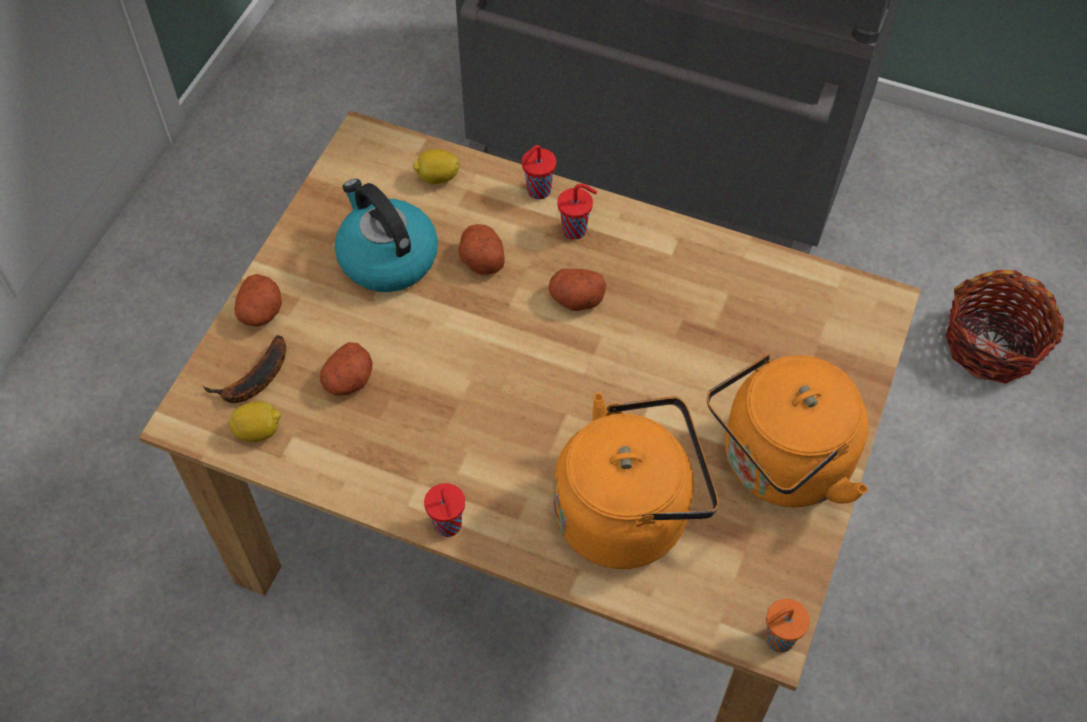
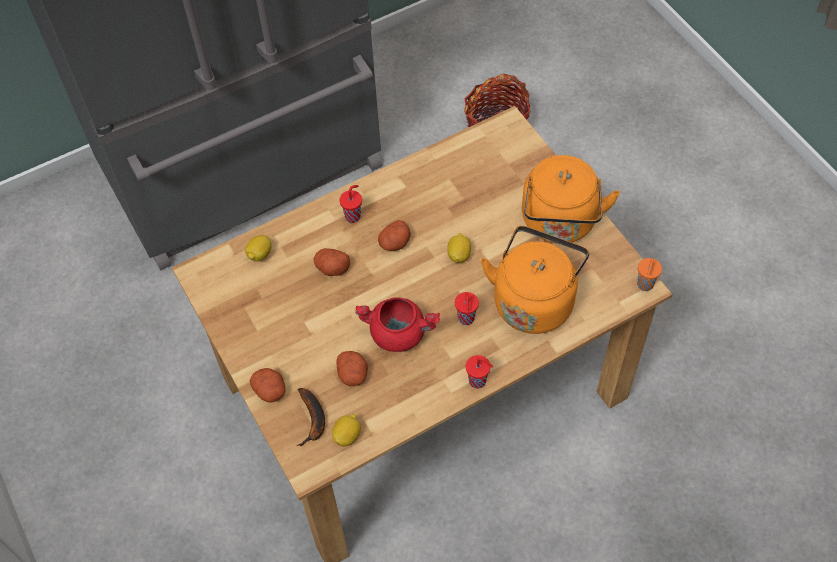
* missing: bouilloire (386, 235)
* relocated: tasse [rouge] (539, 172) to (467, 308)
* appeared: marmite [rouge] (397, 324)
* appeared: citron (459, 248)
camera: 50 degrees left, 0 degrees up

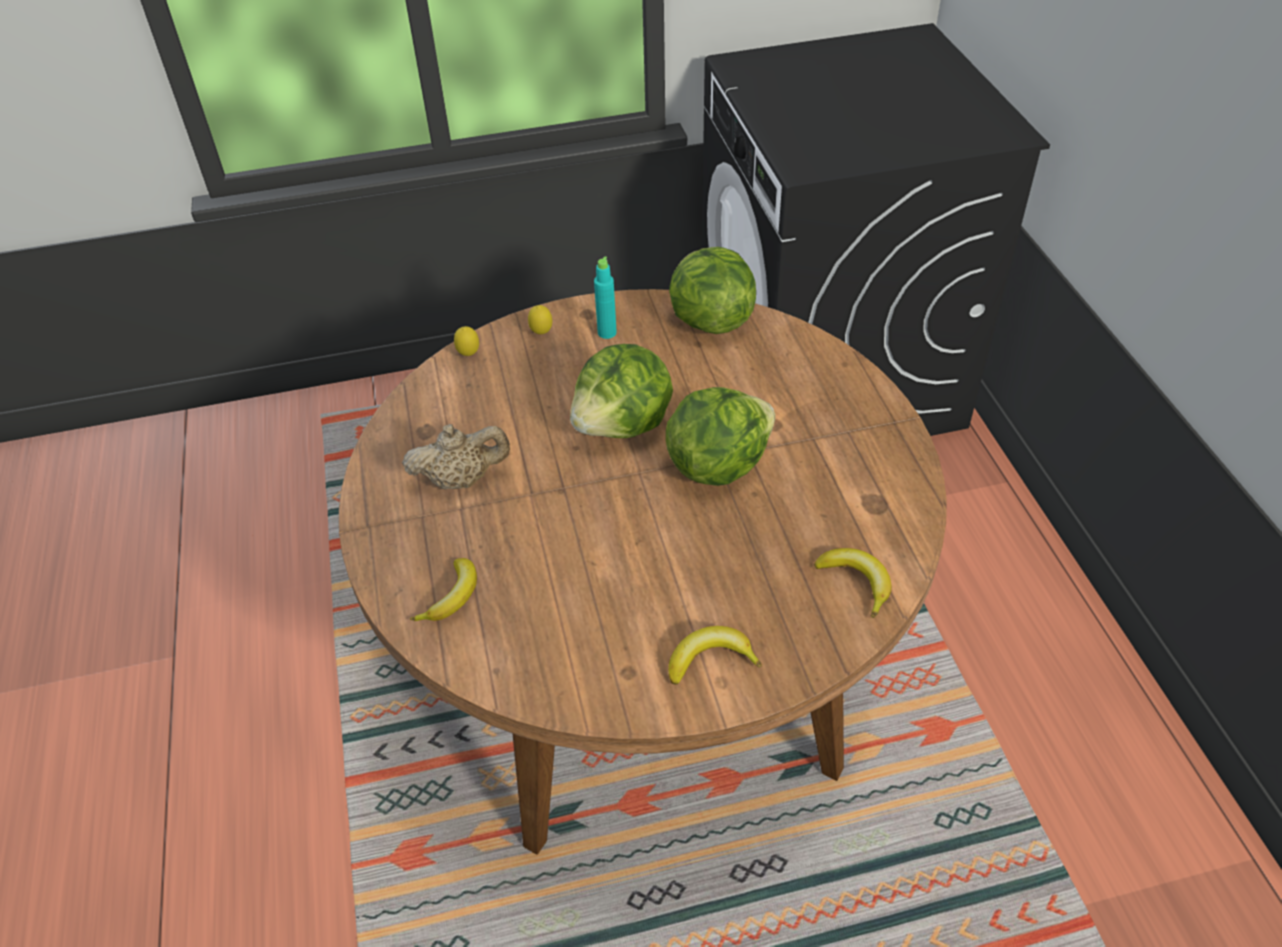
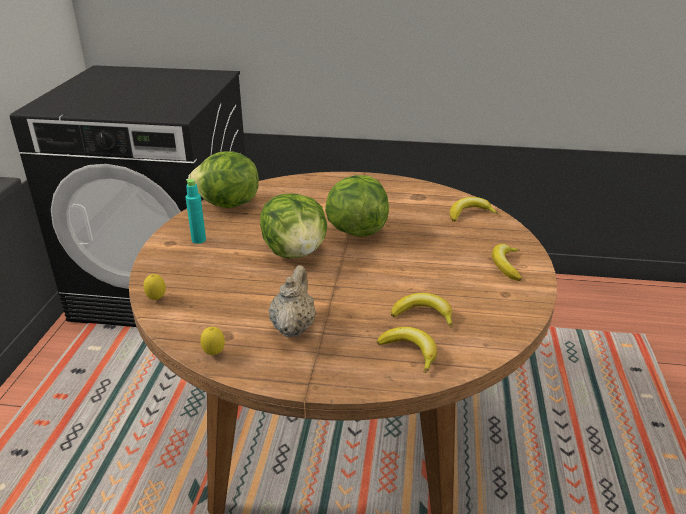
* relocated: citron (540, 319) to (212, 341)
* appeared: banane (422, 310)
camera: 70 degrees left, 15 degrees down

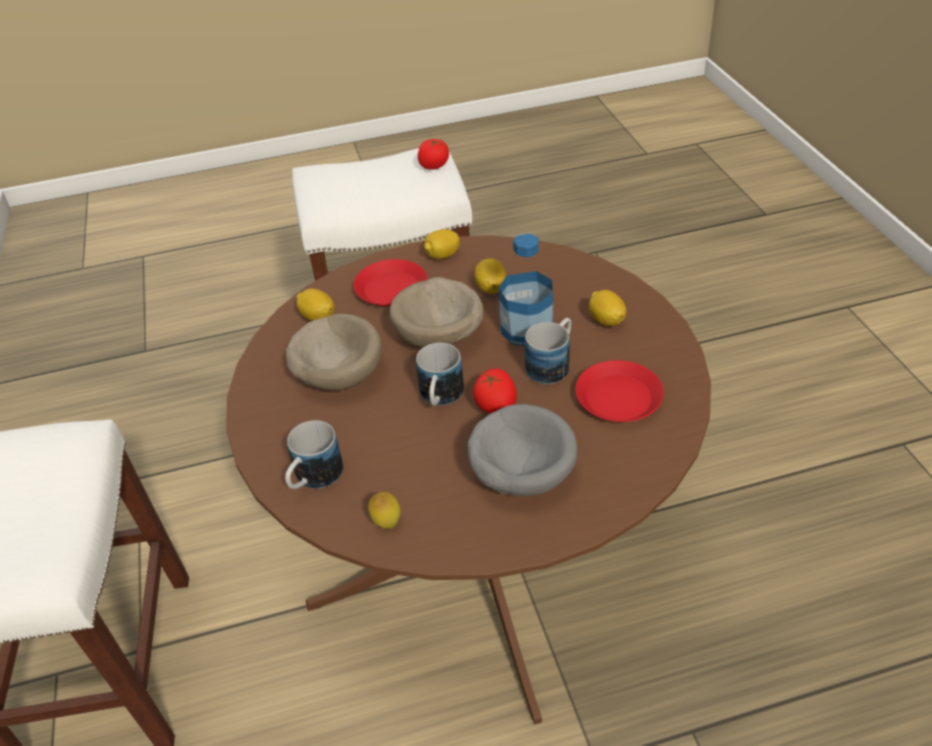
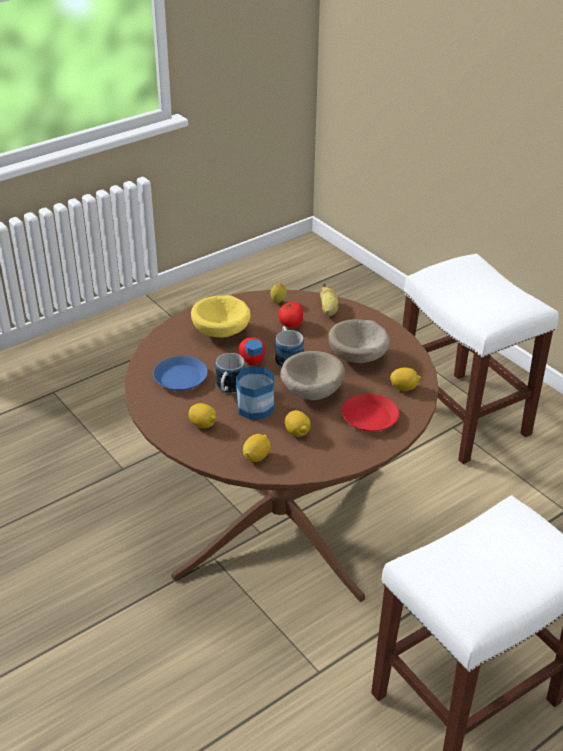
* exchanged: mug (314, 454) to banane (329, 299)
* relocated: tomate (433, 154) to (290, 315)
* relocated: citron (442, 244) to (257, 448)
* colour: bol [gris] (522, 450) to bol [jaune] (221, 316)
* colour: assiette [rouge] (619, 391) to assiette [bleu] (180, 373)
camera: 155 degrees right, 5 degrees down

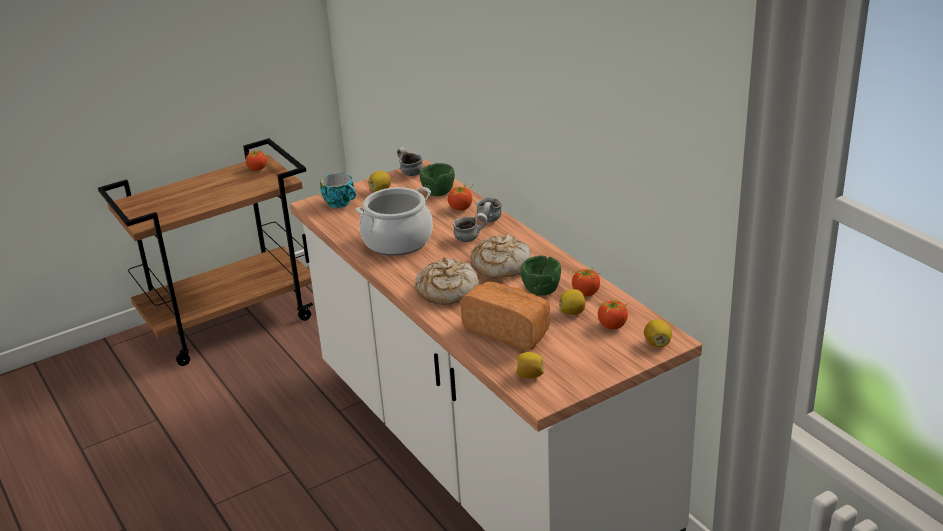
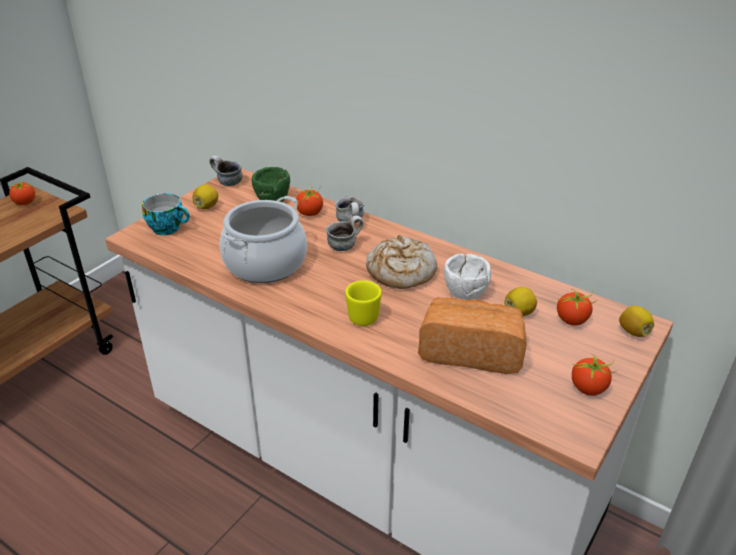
* exchanged: pain (447, 281) to mug [jaune] (363, 303)
* missing: citron (530, 365)
* colour: bol [vert] (541, 276) to bol [blanc] (467, 277)
* relocated: tomate (587, 282) to (594, 374)
camera: 25 degrees left, 5 degrees up

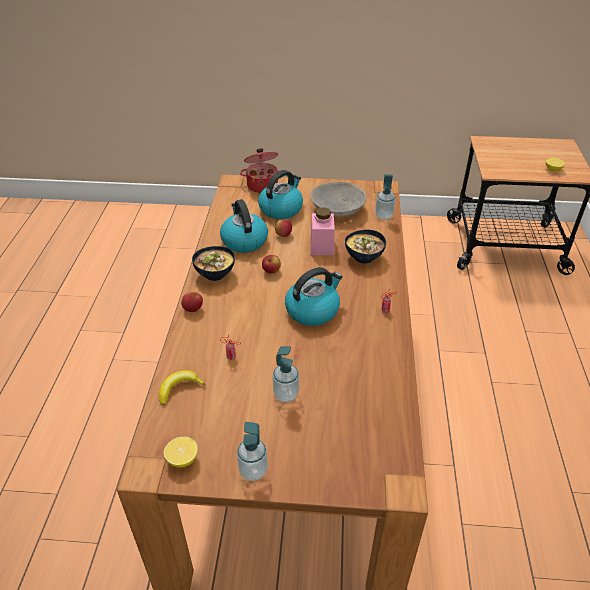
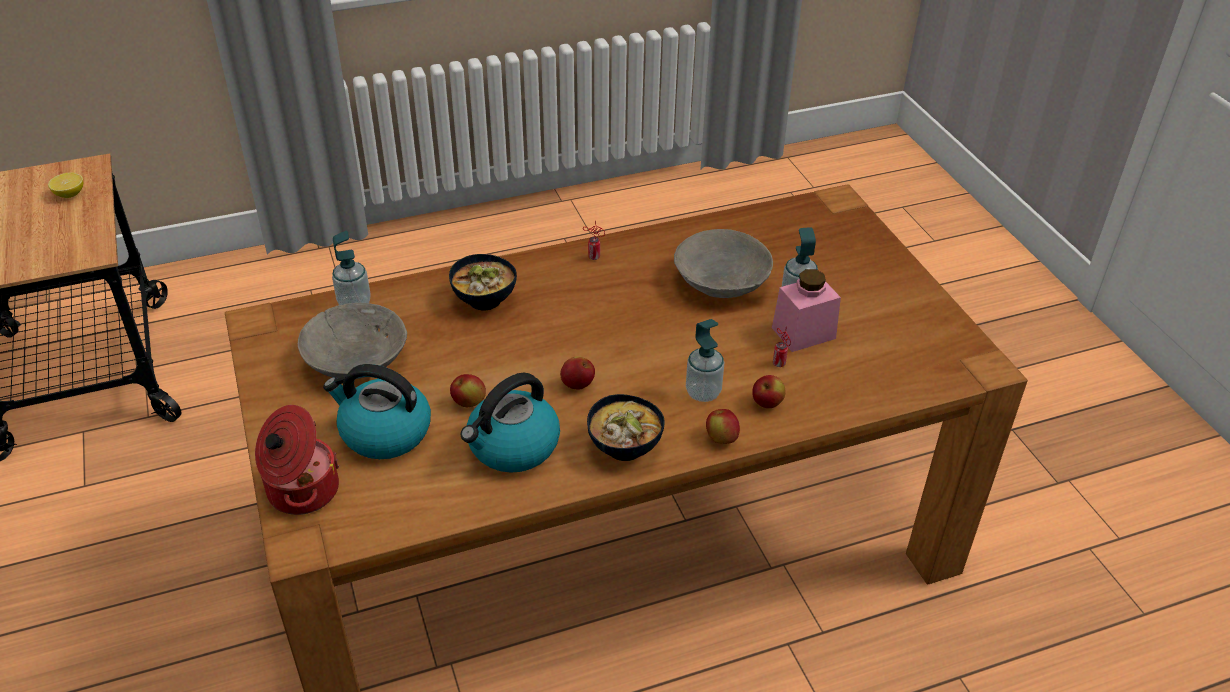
* missing: banane (182, 387)
* missing: citron (181, 452)
* relocated: distributeur de savon (252, 451) to (705, 360)
* missing: bouilloire (314, 296)
* relocated: bocal [rose] (323, 231) to (806, 310)
* appeared: bol [gris] (723, 263)
* appeared: pomme (769, 391)
camera: 115 degrees left, 0 degrees up

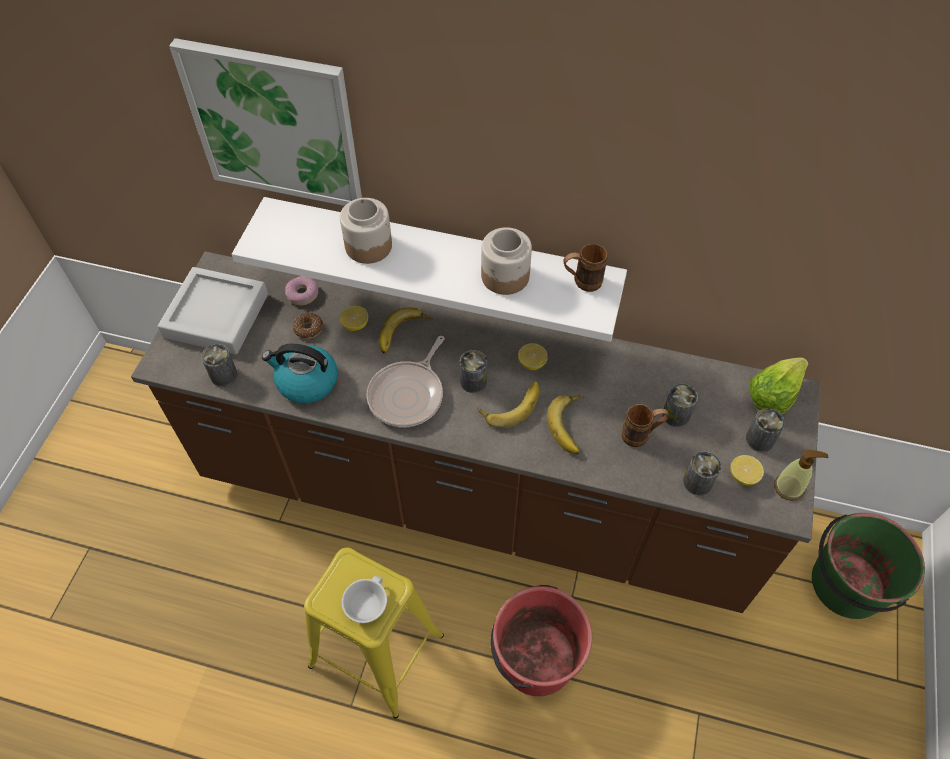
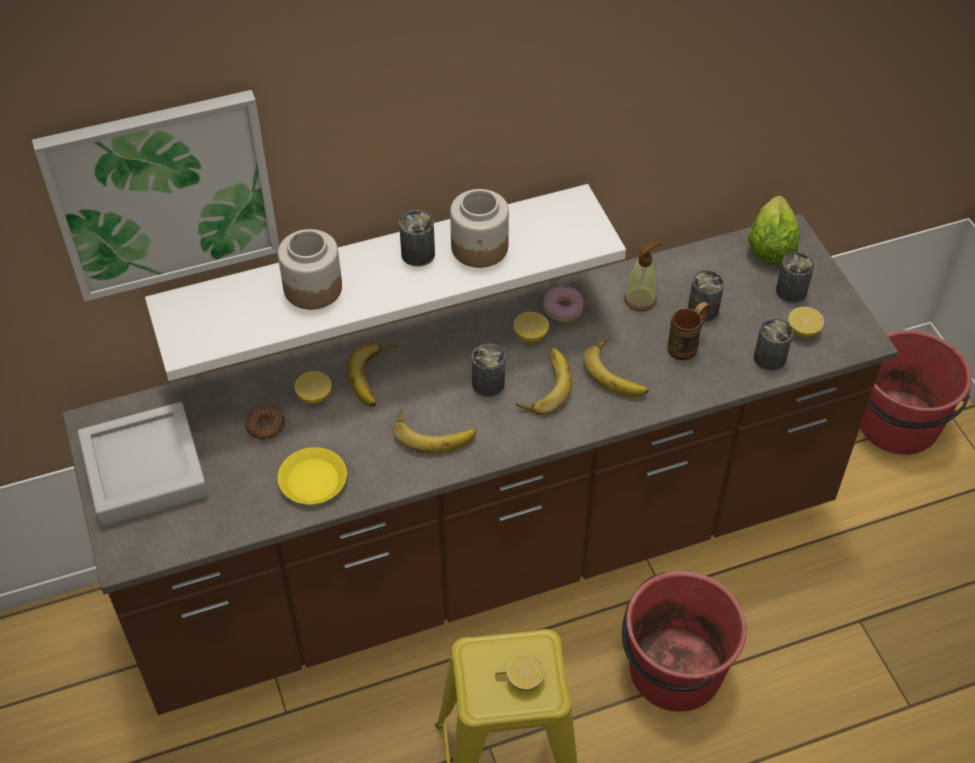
* relocated: boîte métallique (219, 365) to (417, 238)
* exchanged: bouilloire (300, 373) to assiette [jaune] (312, 476)
* relocated: beignet (301, 290) to (563, 304)
* exchanged: tasse [blanc] (364, 599) to citron (525, 672)
* exchanged: poêle (405, 381) to banane (434, 431)
* missing: mug [marron] (585, 268)
* relocated: distributeur de savon (801, 475) to (643, 276)
* colour: seau [vert] (868, 566) to seau [rouge] (916, 392)
camera: 35 degrees left, 5 degrees down

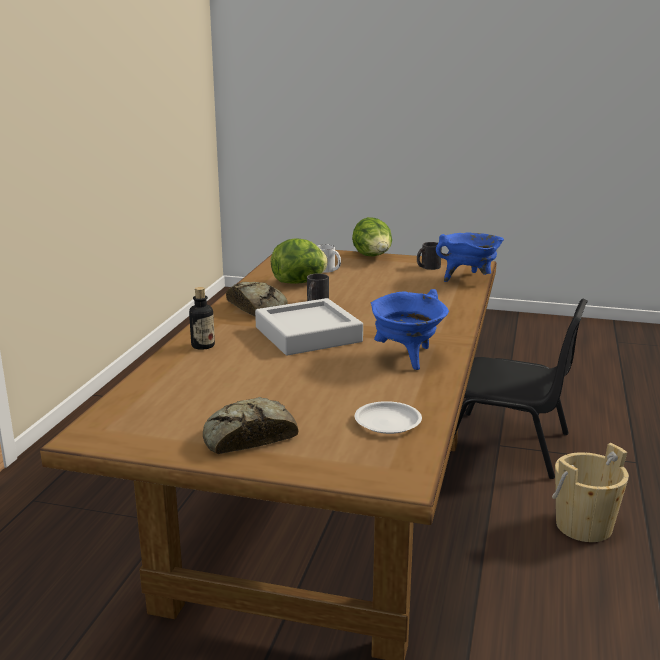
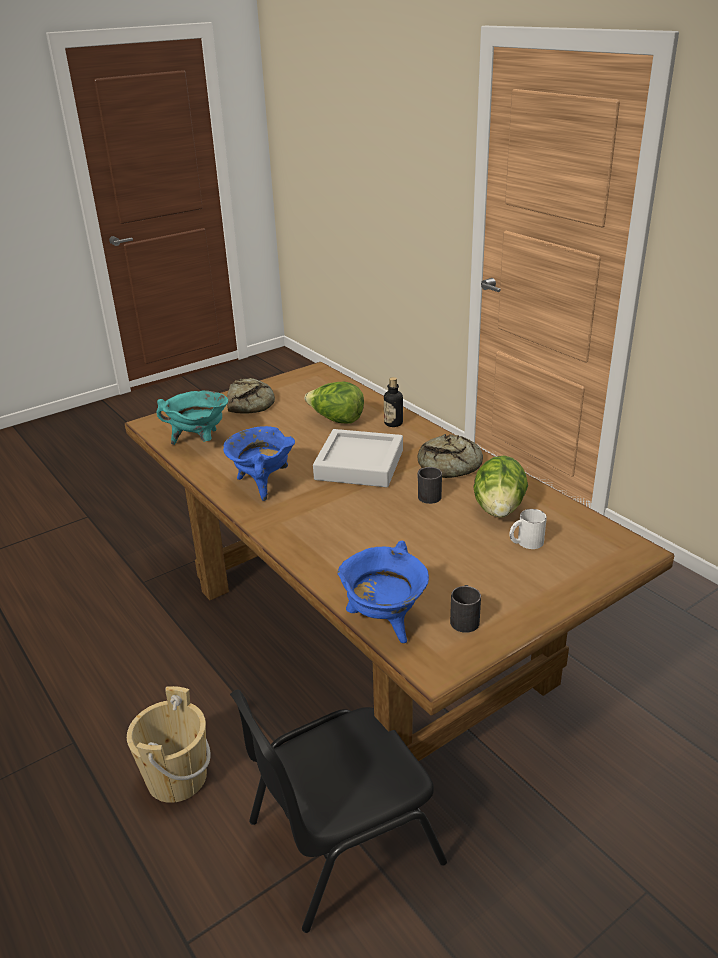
* relocated: laitue (372, 237) to (334, 403)
* exchanged: assiette [blanc] (388, 417) to marmite [turquoise] (192, 418)
camera: 130 degrees right, 10 degrees up

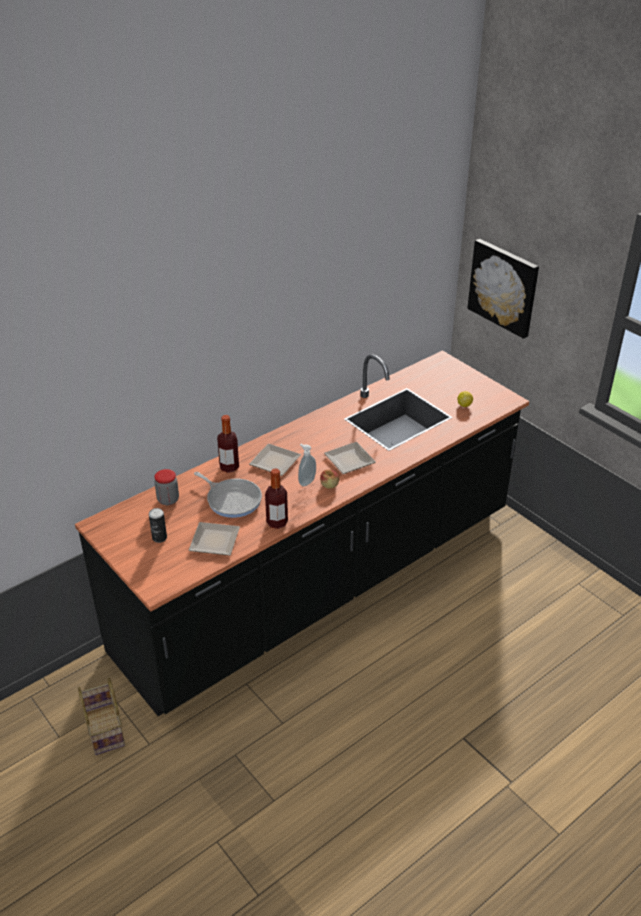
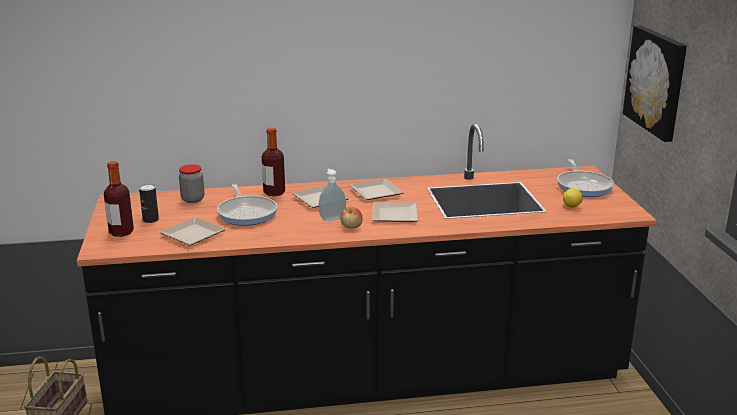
* relocated: bouteille (276, 498) to (119, 199)
* appeared: assiette (376, 189)
* appeared: poêle (585, 178)
camera: 30 degrees right, 15 degrees down

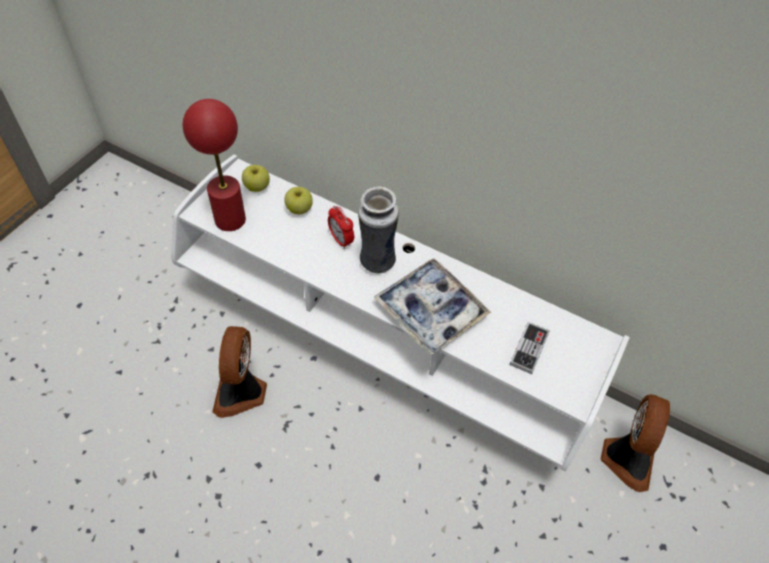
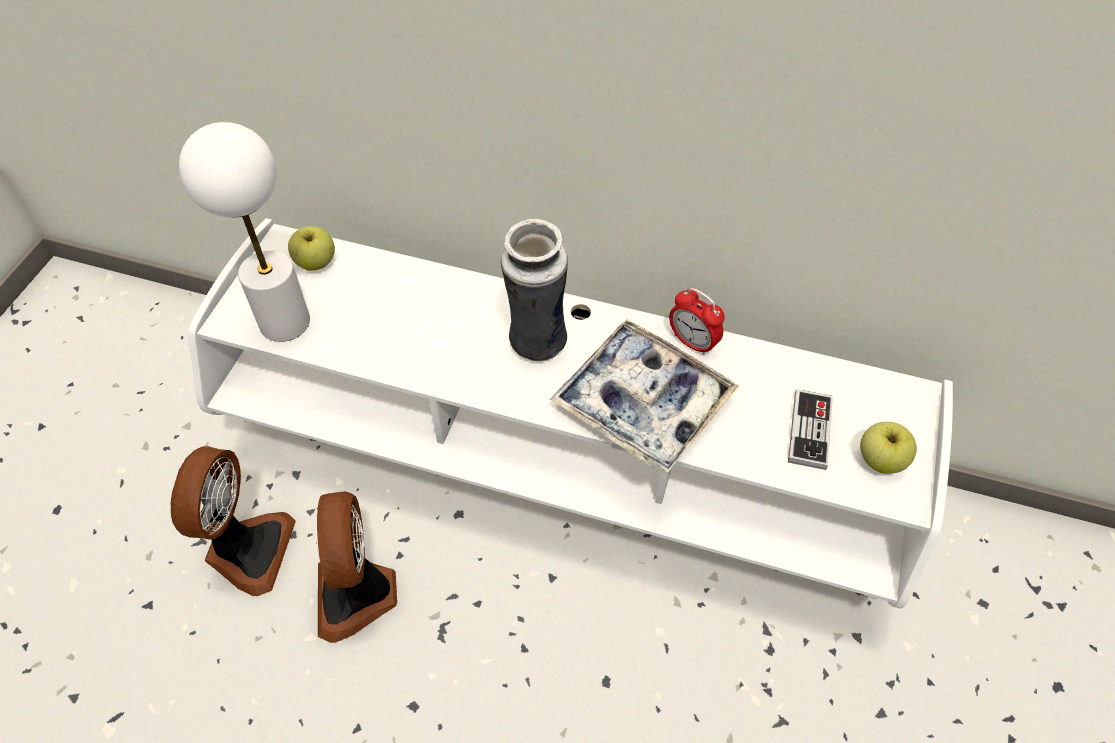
* colour: lampe de table [rouge] (214, 165) to lampe de table [blanc] (244, 232)
* relocated: pomme (298, 200) to (888, 447)
* relocated: réveil (341, 227) to (697, 322)
* relocated: ventilateur (635, 443) to (233, 521)
camera: 10 degrees left, 0 degrees up

